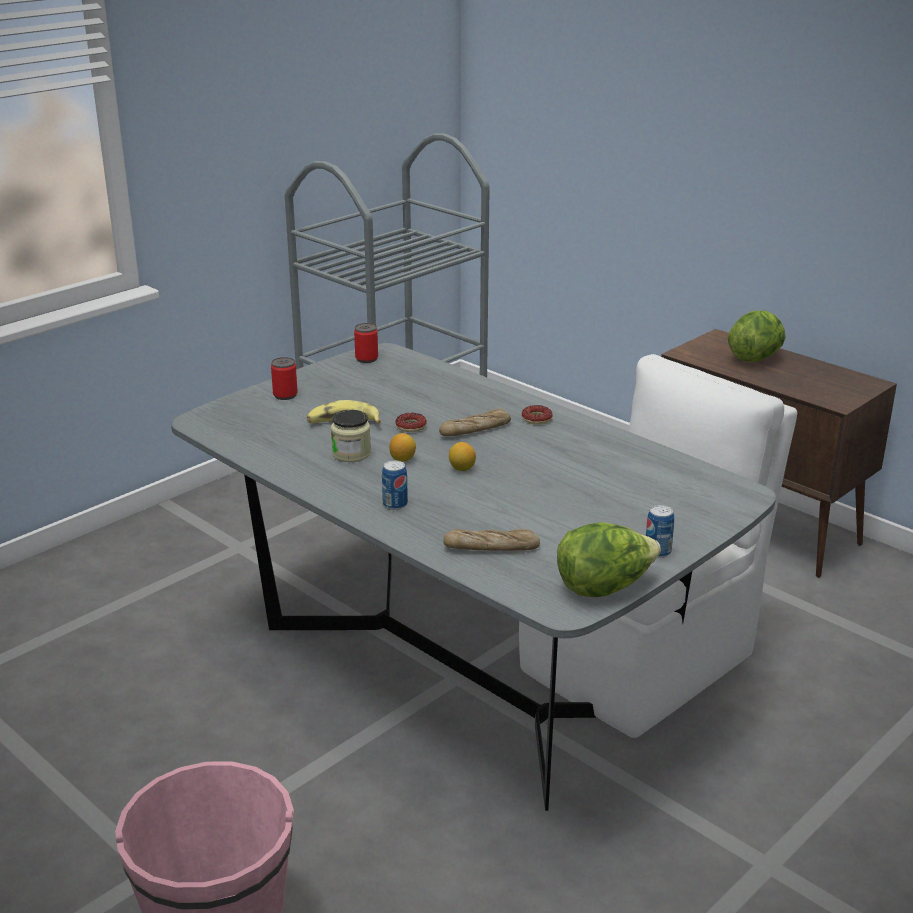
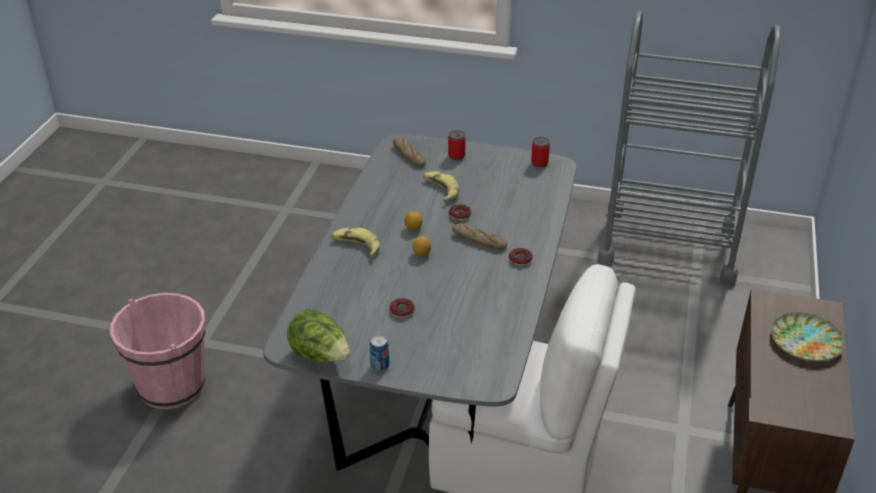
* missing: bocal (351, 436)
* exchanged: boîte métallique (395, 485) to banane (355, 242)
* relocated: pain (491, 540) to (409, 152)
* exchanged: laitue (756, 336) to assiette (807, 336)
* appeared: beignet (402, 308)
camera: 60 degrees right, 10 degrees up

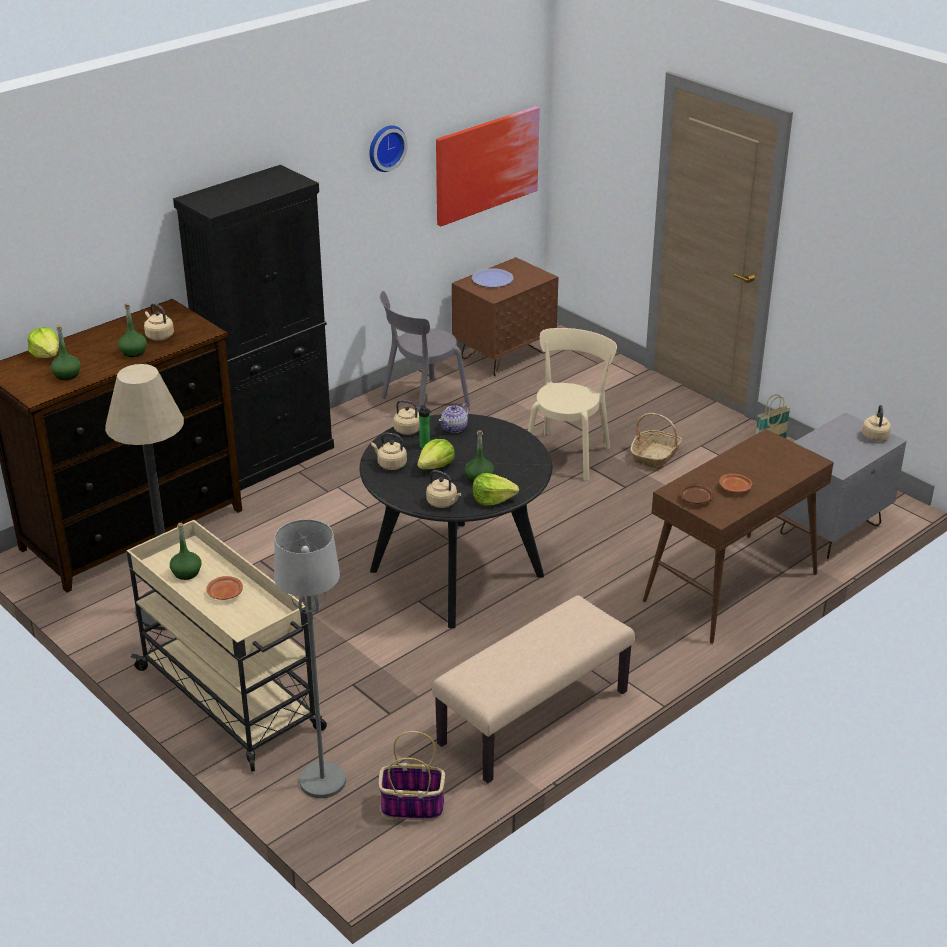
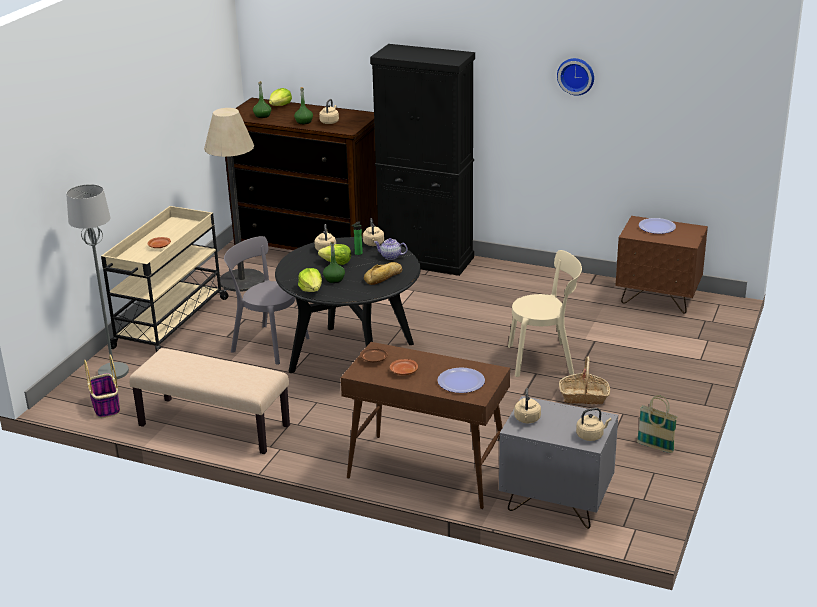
* missing: bouteille [vert] (185, 551)
* relocated: chaise [gris] (425, 352) to (266, 300)
* relocated: bouilloire [beige] (443, 489) to (527, 405)
* missing: tableau (488, 166)
* appeared: pain (383, 273)
* appeared: assiette (461, 380)
camera: 65 degrees right, 5 degrees down

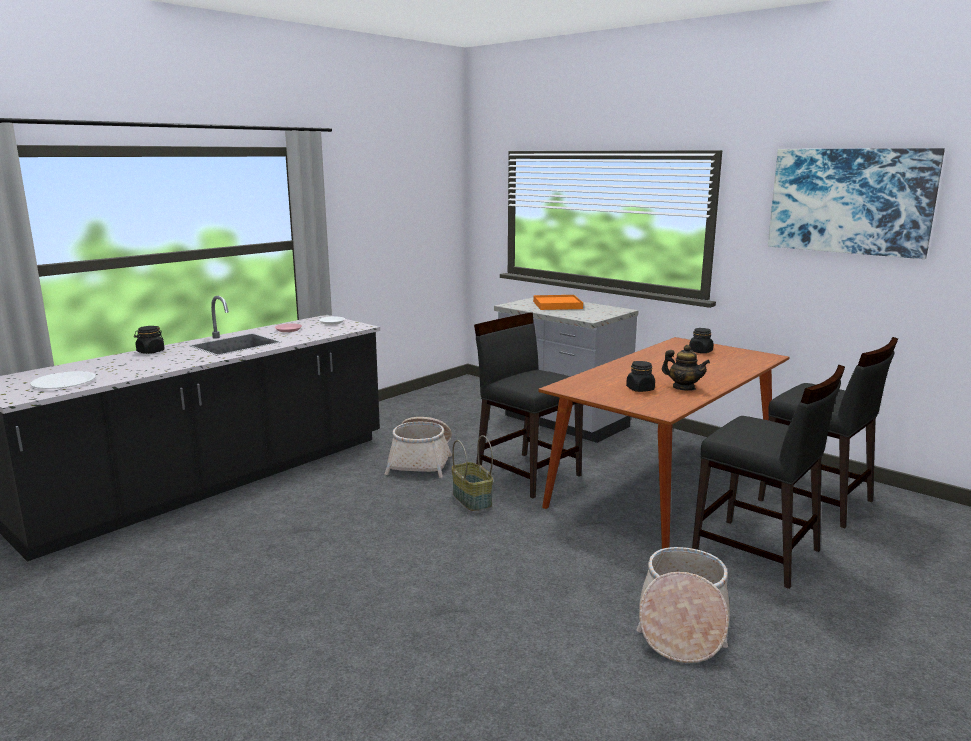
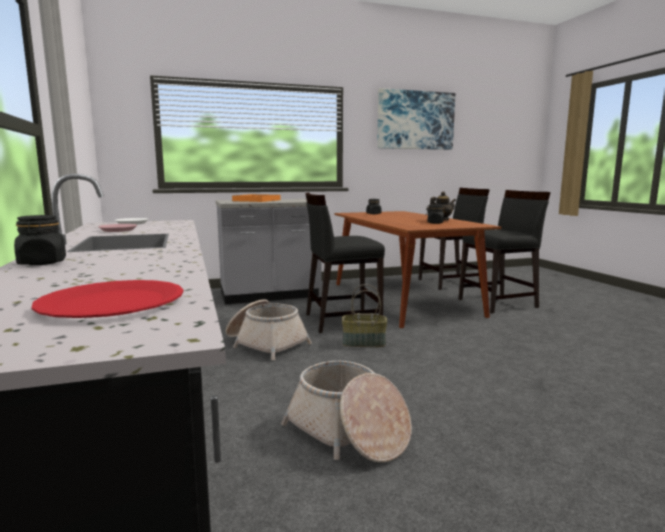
* colour: assiette [blanc] (63, 380) to assiette [rouge] (107, 299)
* relocated: panier (683, 605) to (346, 412)
camera: 60 degrees left, 5 degrees down

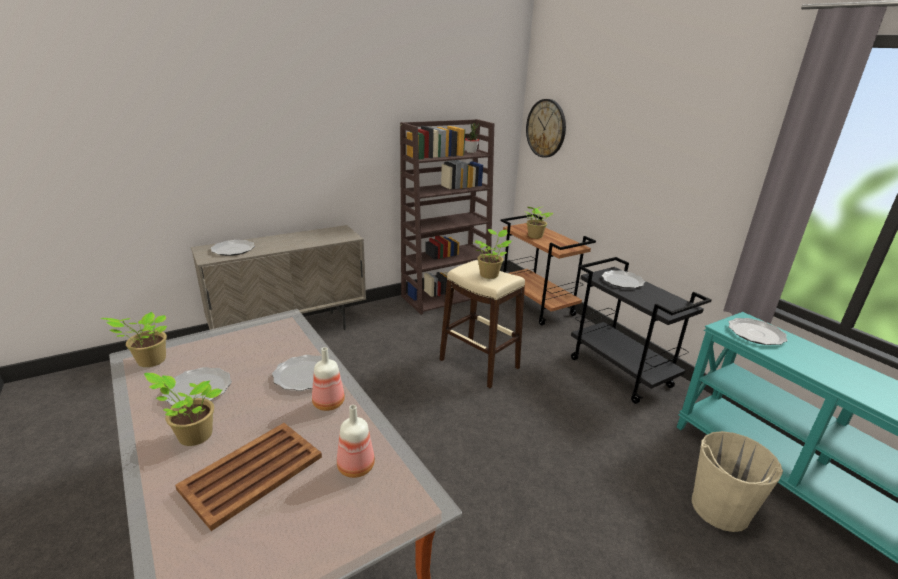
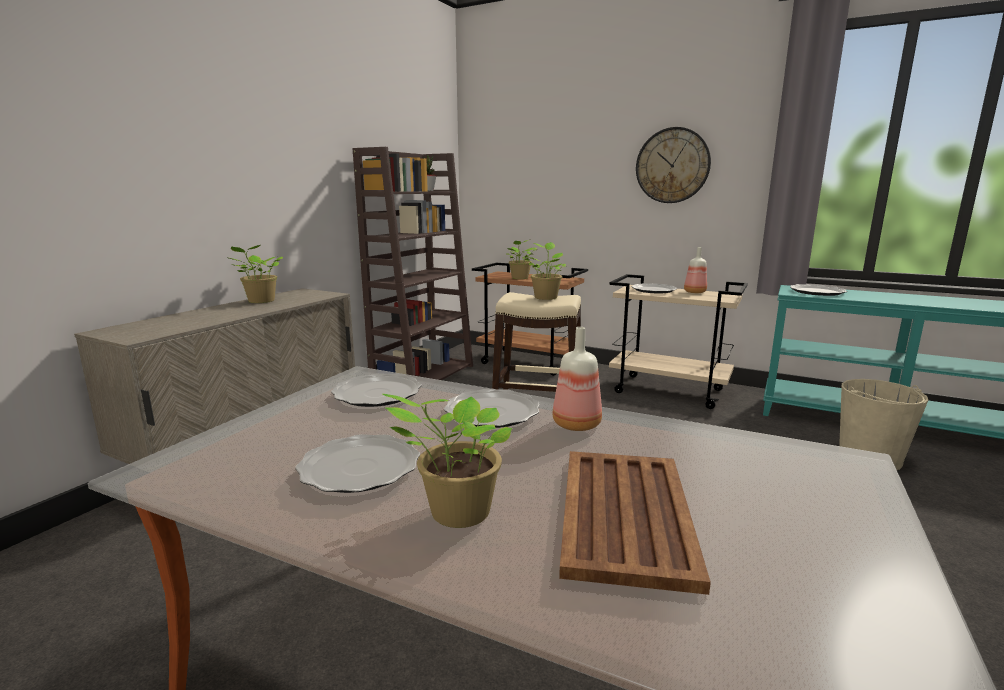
* relocated: plante en pot (134, 339) to (254, 274)
* relocated: assiette (233, 248) to (376, 390)
* relocated: bouteille (356, 441) to (695, 270)
* relocated: horloge murale (546, 128) to (673, 165)
* colour: chariot [noir] (641, 330) to chariot [beige] (678, 341)
camera: 30 degrees left, 10 degrees down

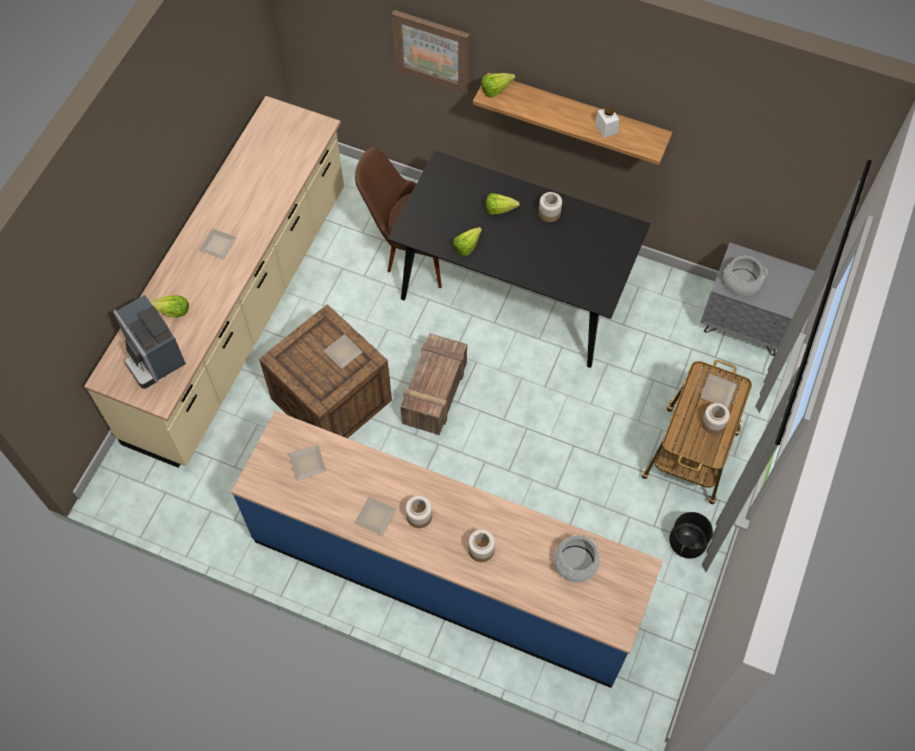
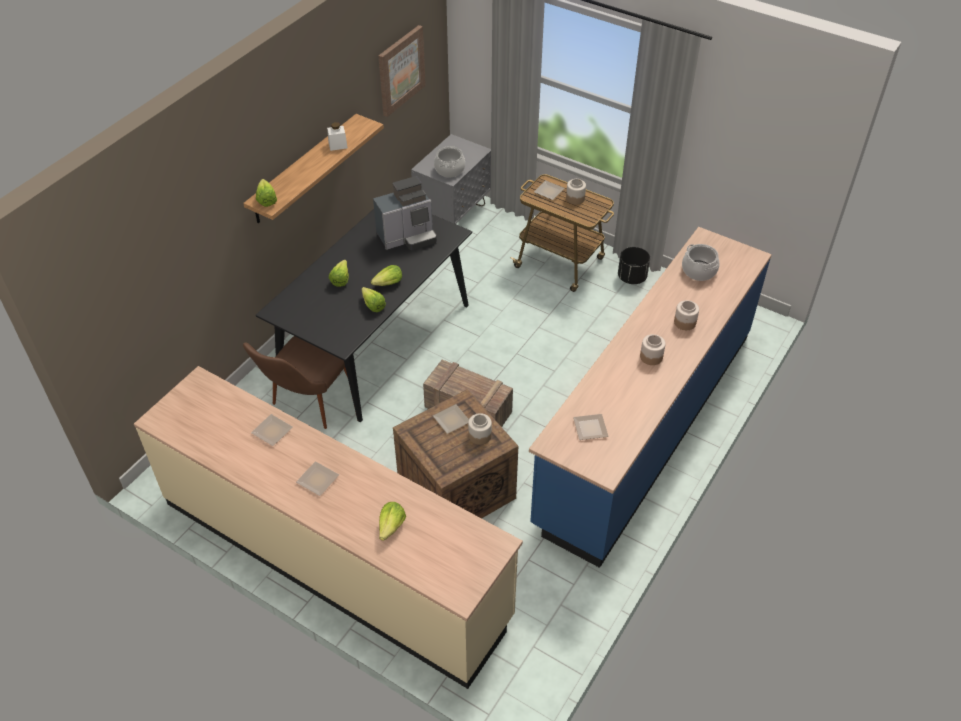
* relocated: machine à café (149, 342) to (405, 213)
* relocated: assiette (375, 516) to (272, 430)
* relocated: tableau (430, 51) to (402, 71)
* relocated: bocal (550, 207) to (480, 429)
* appeared: laitue (386, 275)
camera: 80 degrees left, 15 degrees down

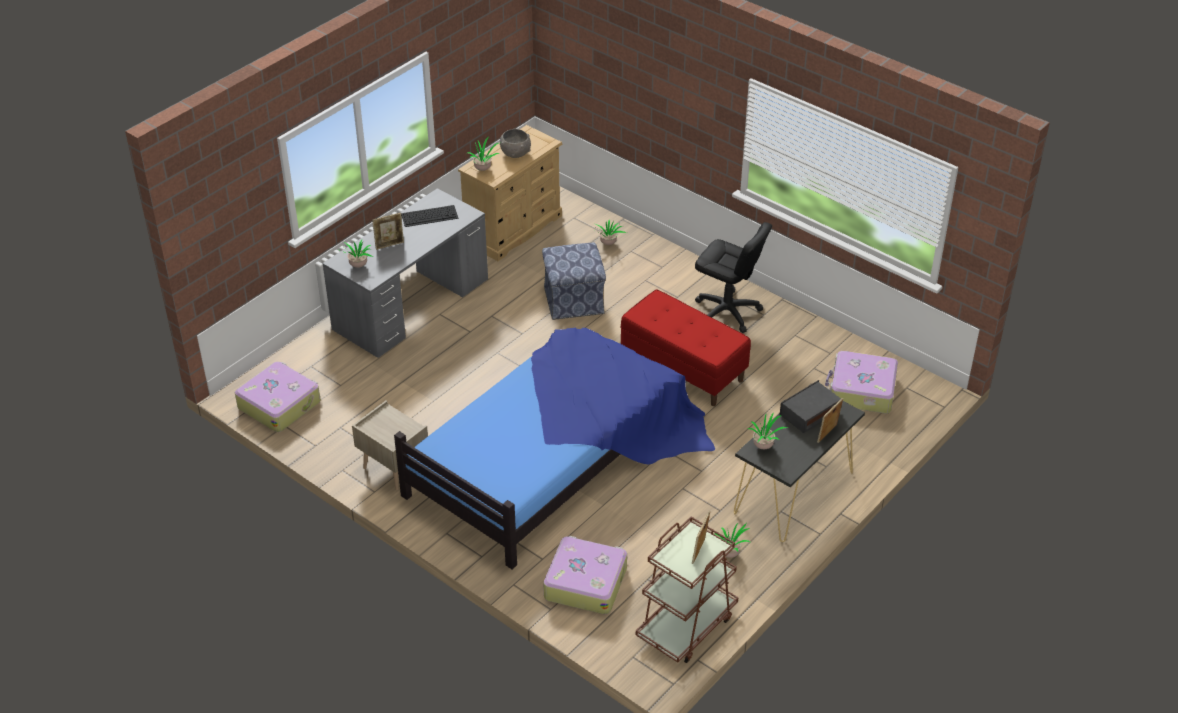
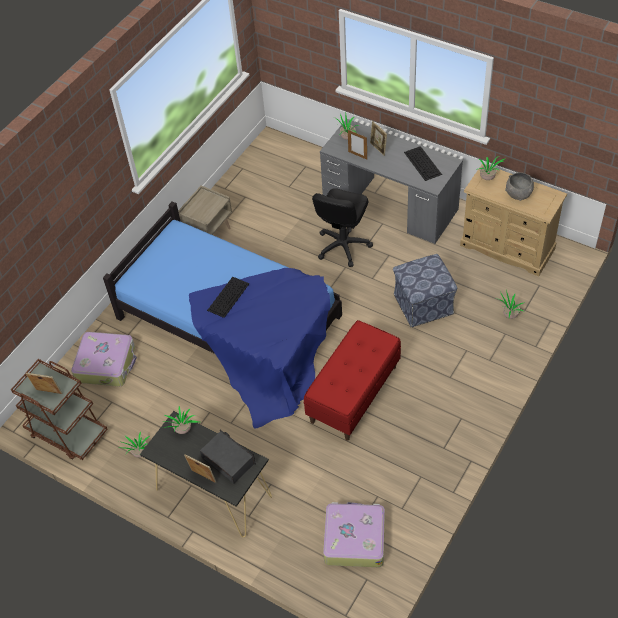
* missing: valise (278, 397)
* relocated: chaise de bureau [noir] (733, 277) to (342, 227)
* appeared: clavier (228, 297)
* appeared: cadre photo (357, 145)
camera: 85 degrees right, 10 degrees up

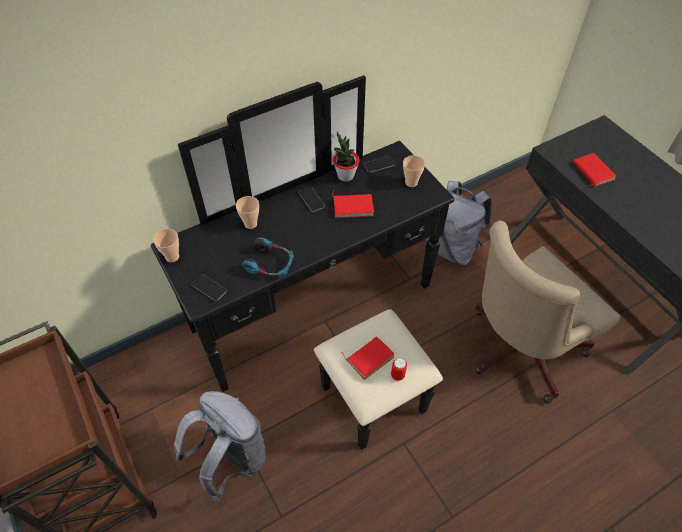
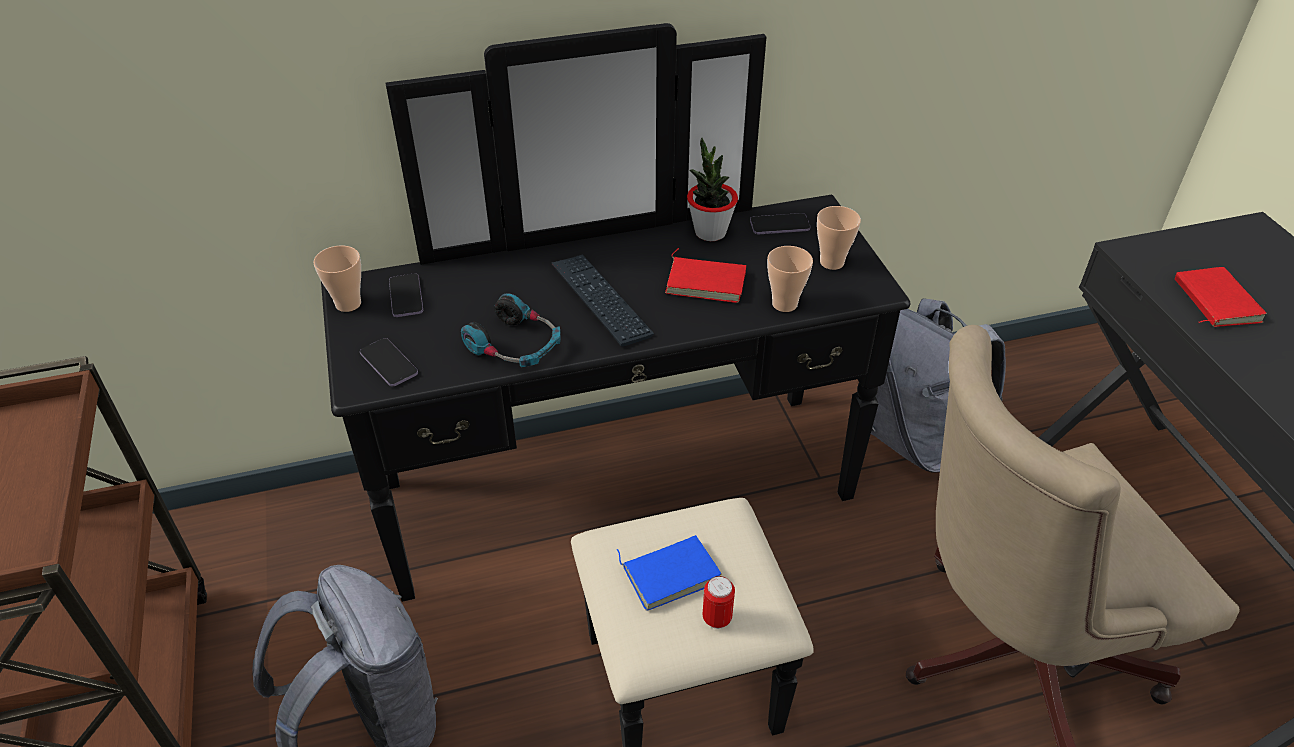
* relocated: tasse (247, 212) to (790, 279)
* relocated: téléphone (312, 199) to (406, 295)
* colour: livre [rouge] (368, 358) to livre [bleu] (669, 573)
* appeared: clavier (603, 300)
camera: 15 degrees right, 10 degrees down

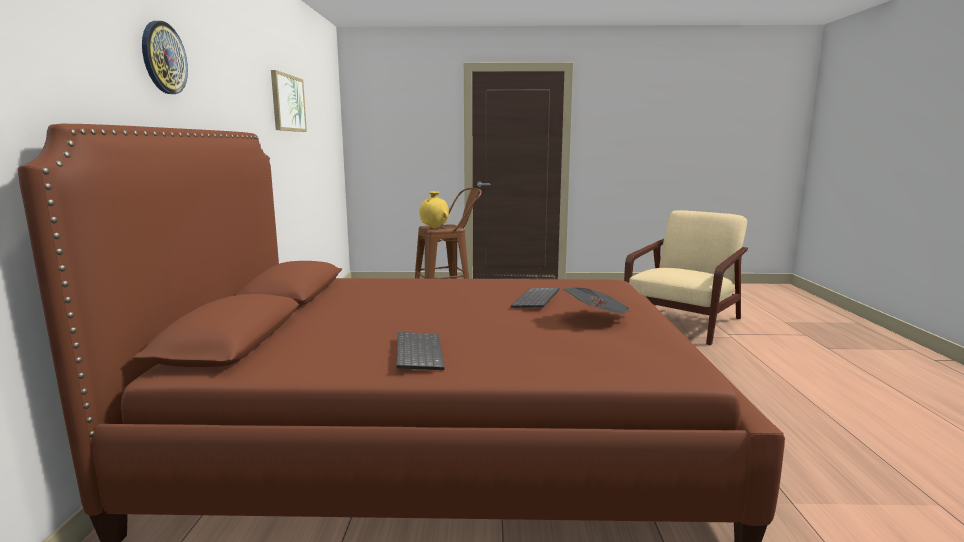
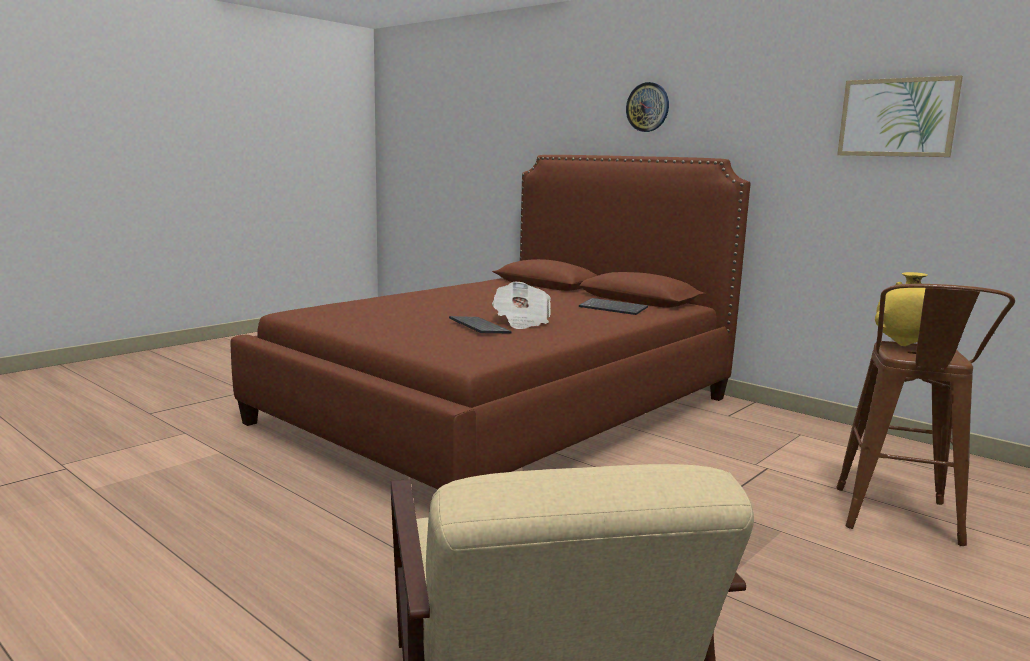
* relocated: clavier (420, 351) to (613, 306)
* relocated: journal (596, 301) to (521, 305)
camera: 130 degrees right, 0 degrees up

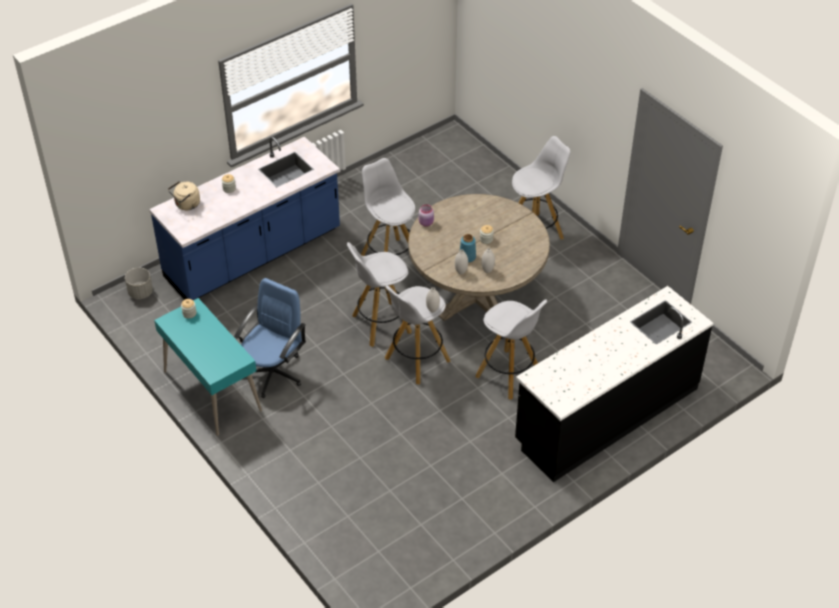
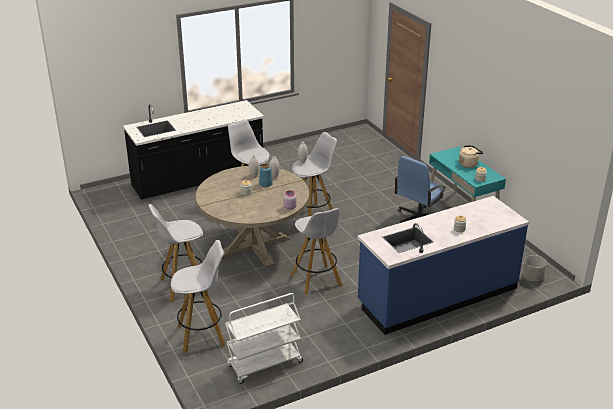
* relocated: bouilloire [beige] (184, 195) to (471, 156)
* relocated: tabouret [blanc] (379, 294) to (198, 296)
* appeared: chariot [blanc] (264, 338)
camera: 170 degrees left, 15 degrees down

